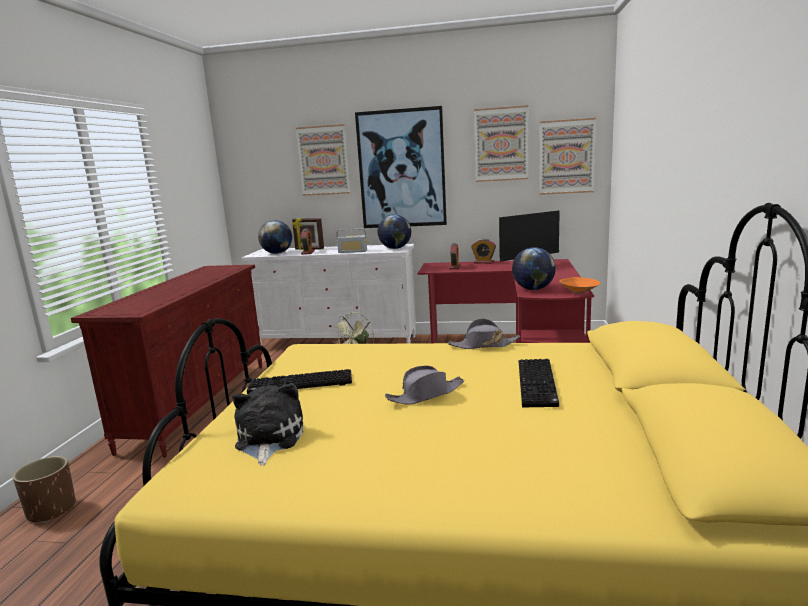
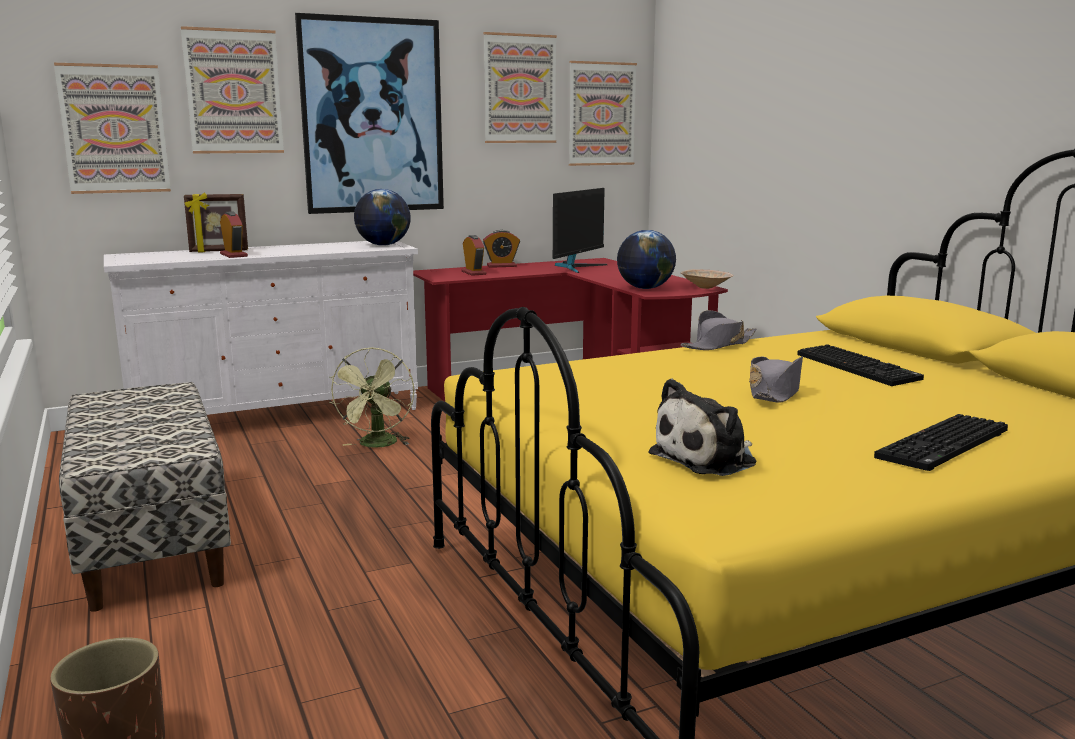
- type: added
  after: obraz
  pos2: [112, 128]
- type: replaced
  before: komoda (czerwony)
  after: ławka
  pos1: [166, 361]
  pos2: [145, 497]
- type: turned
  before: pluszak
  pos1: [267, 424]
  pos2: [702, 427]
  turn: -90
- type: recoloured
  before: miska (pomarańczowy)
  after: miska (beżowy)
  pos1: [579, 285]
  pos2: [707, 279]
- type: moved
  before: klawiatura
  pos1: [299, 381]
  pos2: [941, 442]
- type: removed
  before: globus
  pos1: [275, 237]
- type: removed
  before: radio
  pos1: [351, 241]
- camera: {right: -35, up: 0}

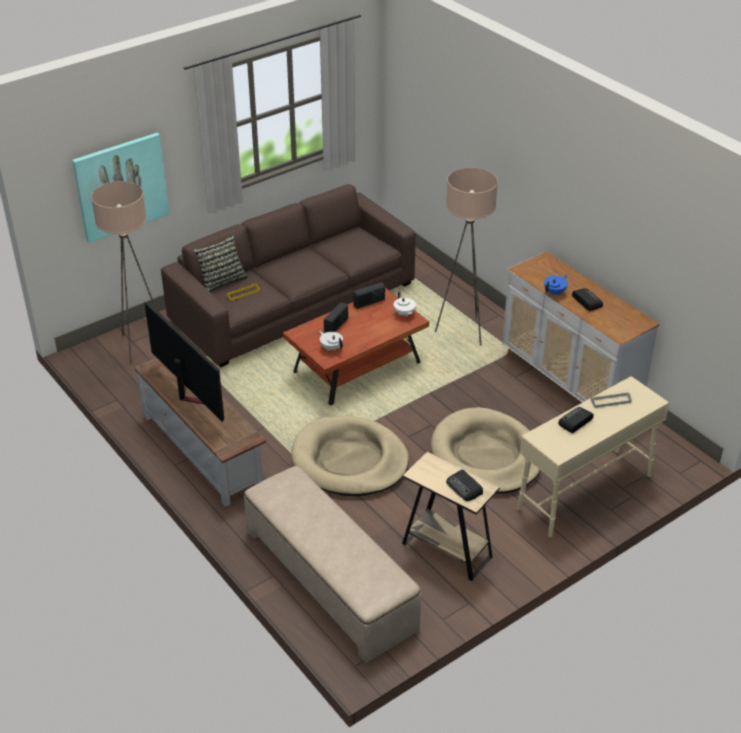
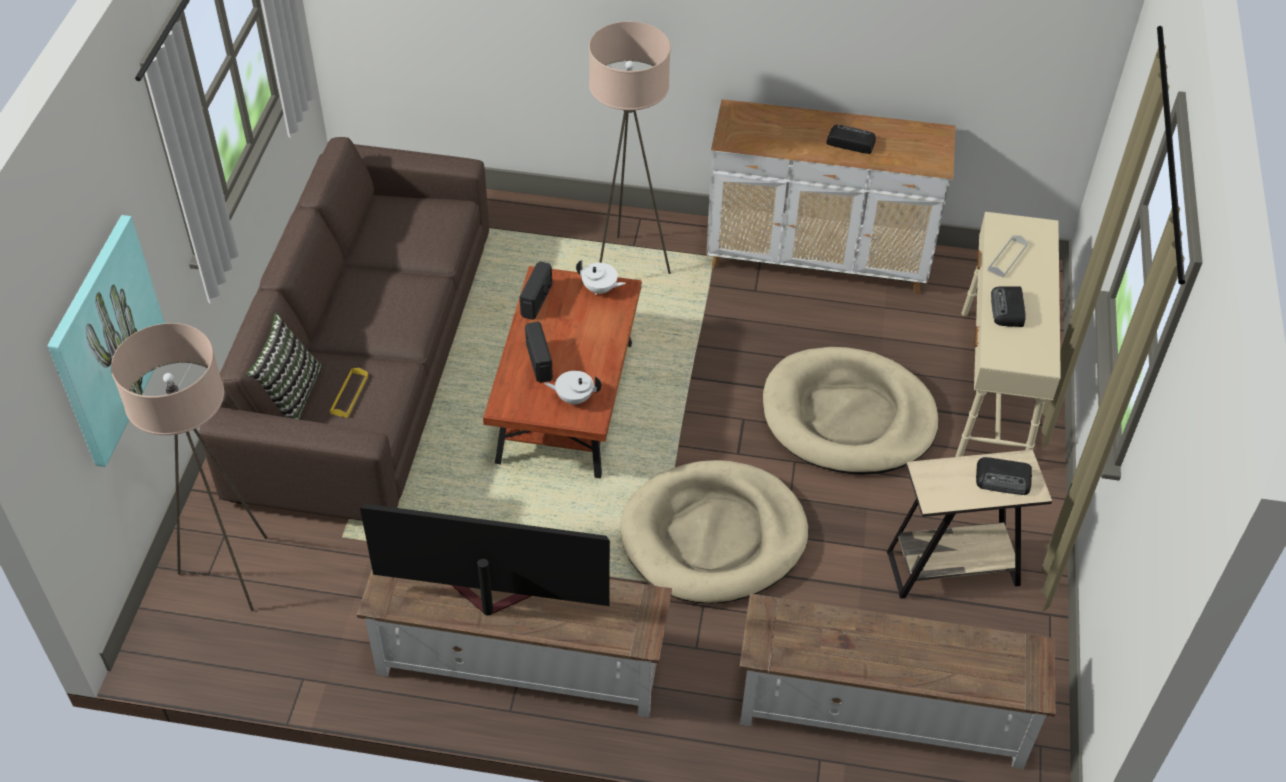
- type: replaced
  before: ławka (beżowy)
  after: szafka pod telewizor (brązowy)
  pos1: [332, 564]
  pos2: [897, 681]
- type: removed
  before: imbryk (niebieski)
  pos1: [556, 285]
- camera: {right: -45, up: 10}

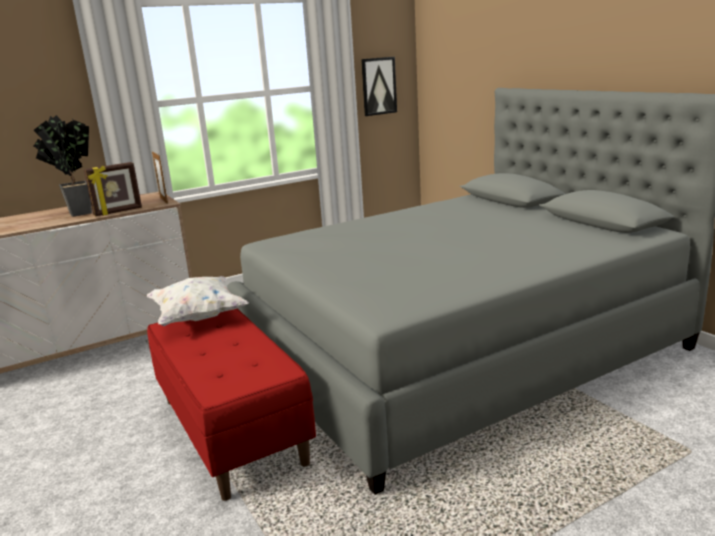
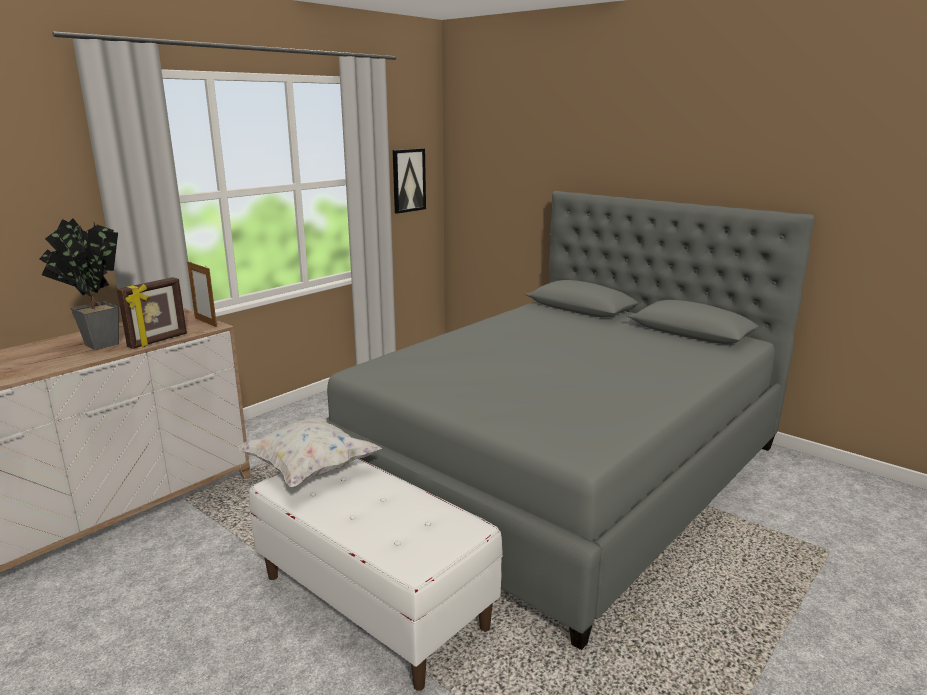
- type: recoloured
  before: ławka (czerwony)
  after: ławka (biały)
  pos1: [231, 404]
  pos2: [376, 574]
- camera: {right: -20, up: 0}

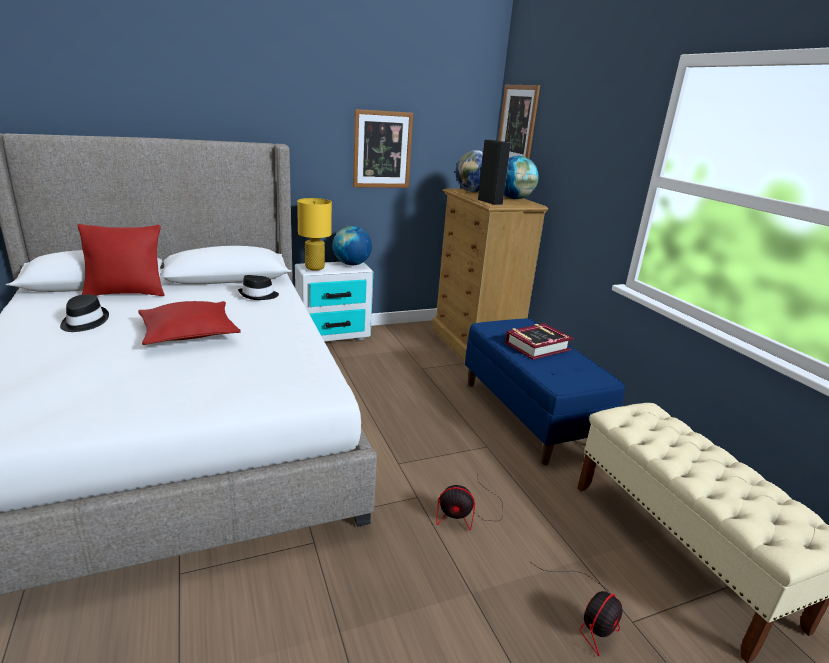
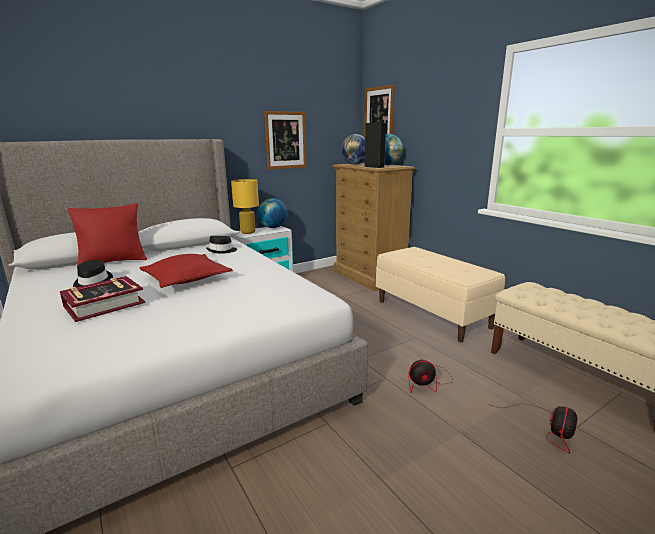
- type: moved
  before: książka
  pos1: [539, 341]
  pos2: [102, 299]
- type: recoloured
  before: ławka (niebieski)
  after: ławka (beżowy)
  pos1: [545, 391]
  pos2: [440, 294]
- camera: {right: -10, up: -5}

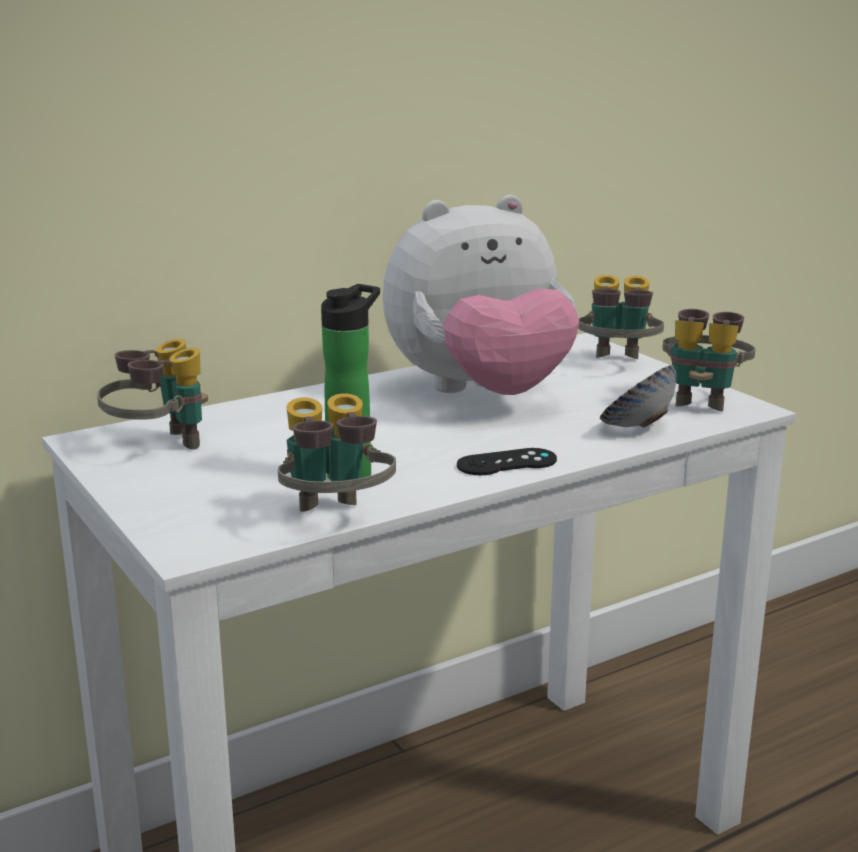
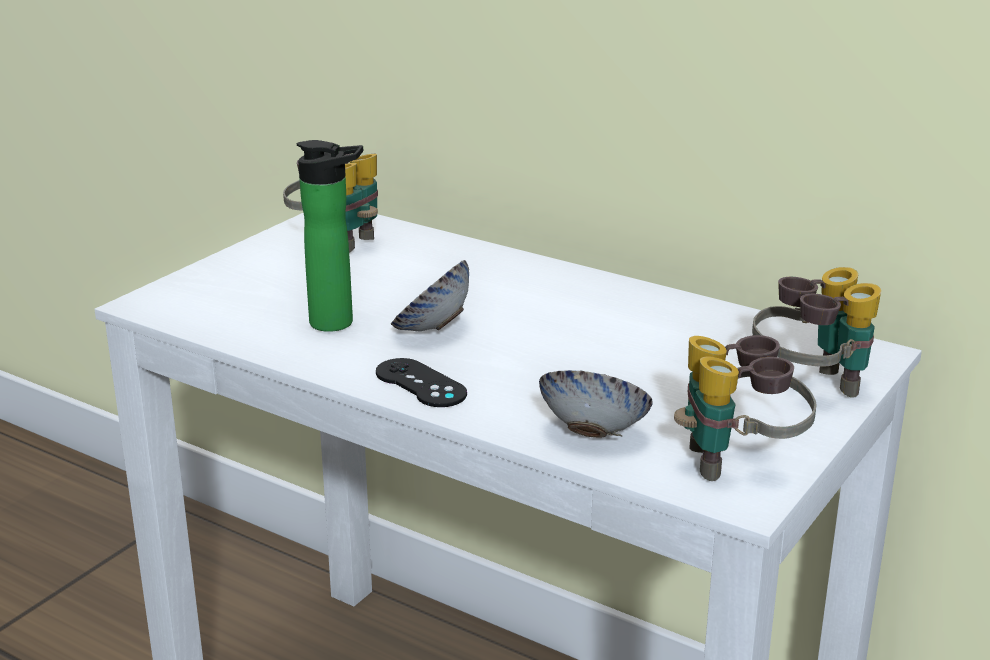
- type: added
  after: miska
  pos2: [430, 295]
- type: removed
  before: lornetka
  pos1: [337, 452]
- type: removed
  before: pluszak
  pos1: [481, 295]
- camera: {right: 65, up: 5}

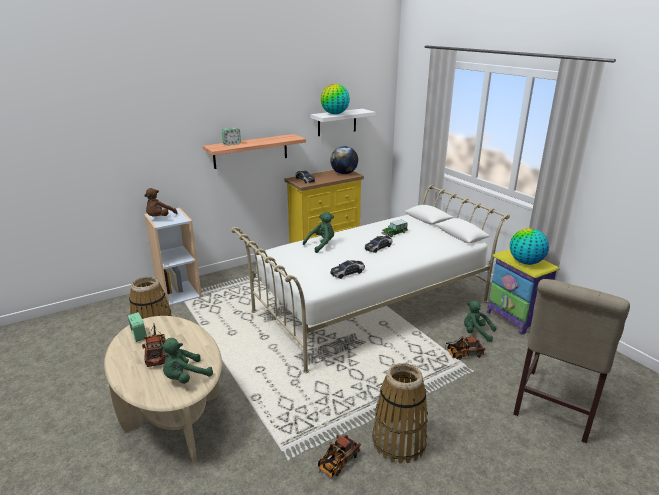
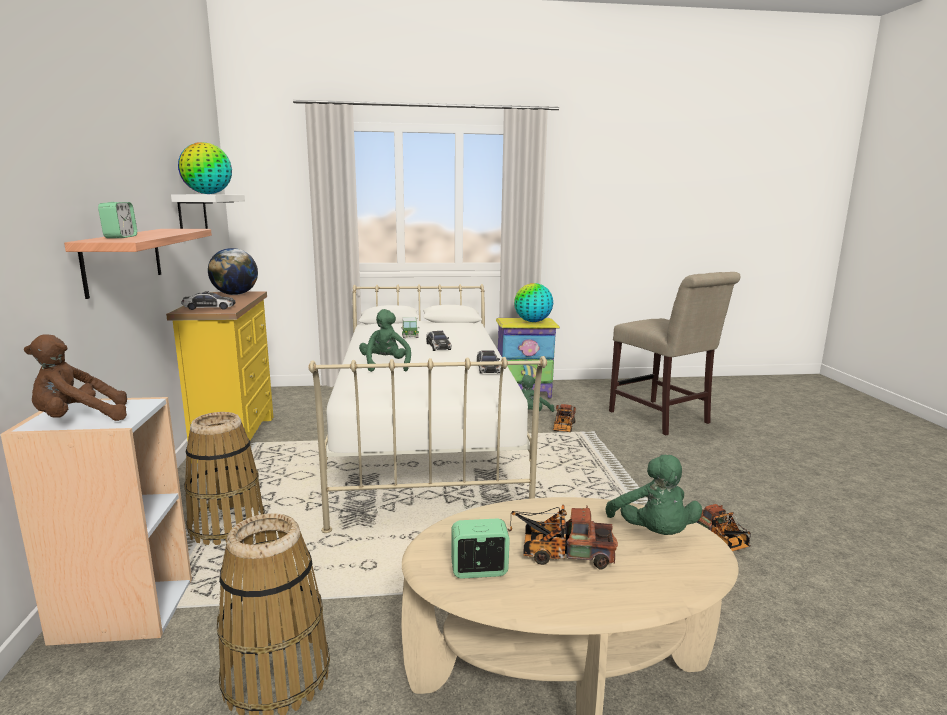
- type: turned
  before: pluszak (brązowy)
  pos1: [160, 202]
  pos2: [75, 377]
  turn: 105
- type: moved
  before: koszyk
  pos1: [400, 413]
  pos2: [224, 478]
- camera: {right: -65, up: -10}

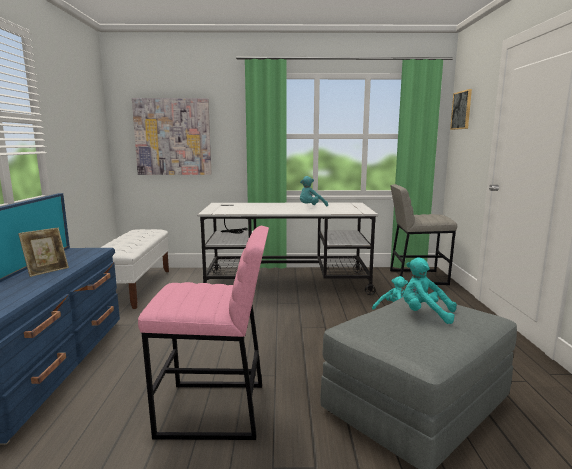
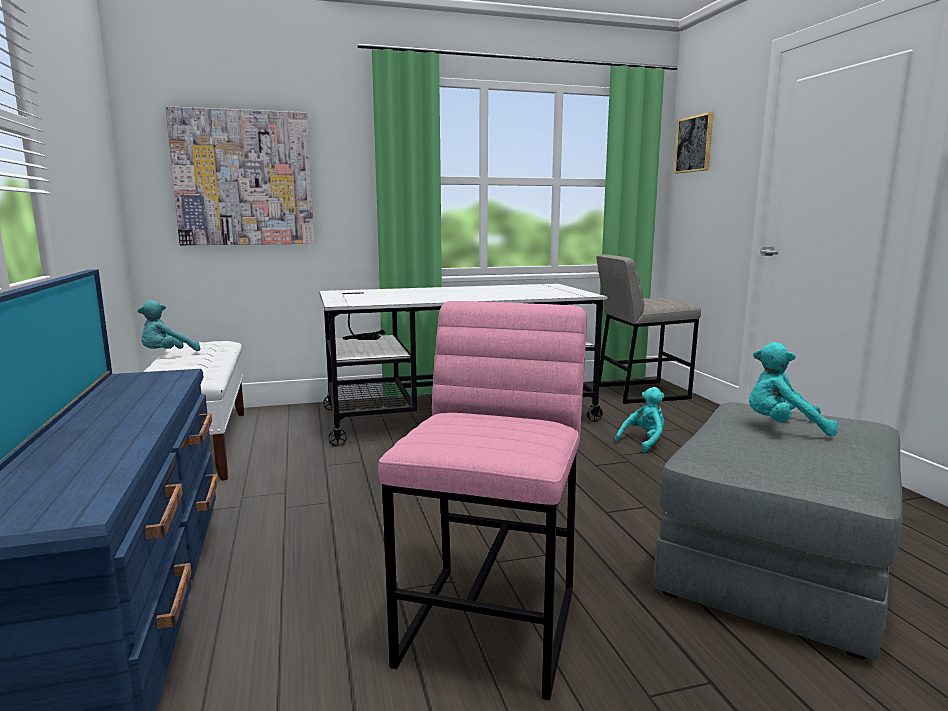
- type: moved
  before: pluszak (turkusowy)
  pos1: [314, 191]
  pos2: [169, 325]
- type: turned
  before: krzesło (różowy)
  pos1: [203, 333]
  pos2: [482, 500]
  turn: -60
- type: removed
  before: ramka na zdjęcie
  pos1: [43, 252]
- camera: {right: -15, up: 0}

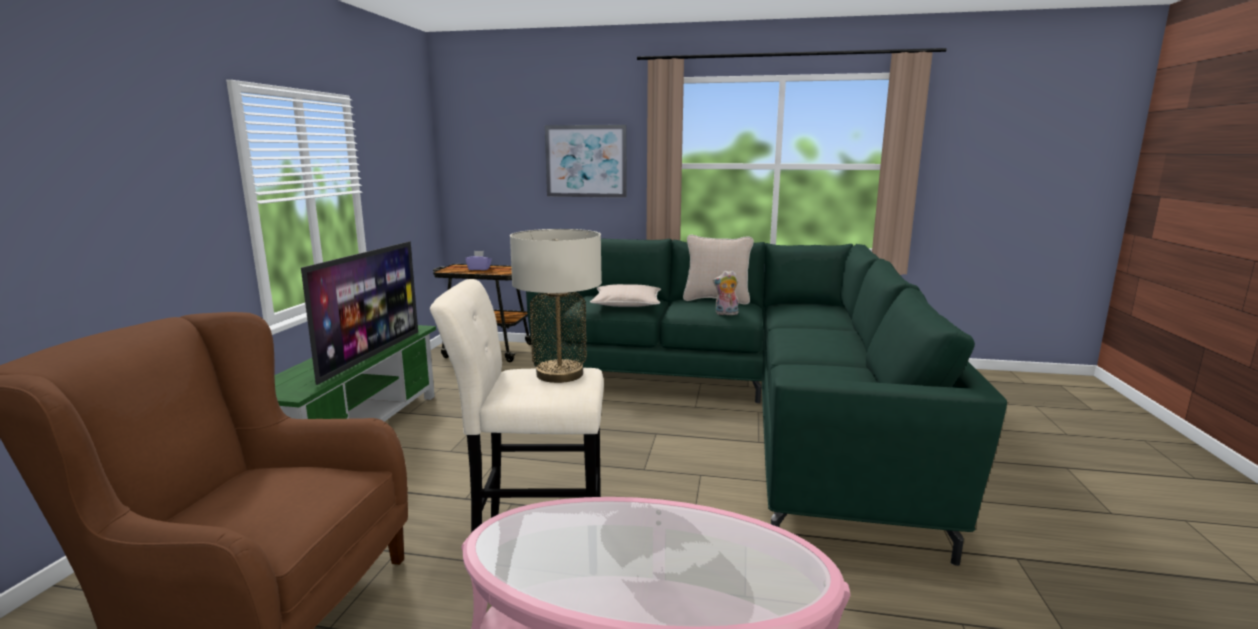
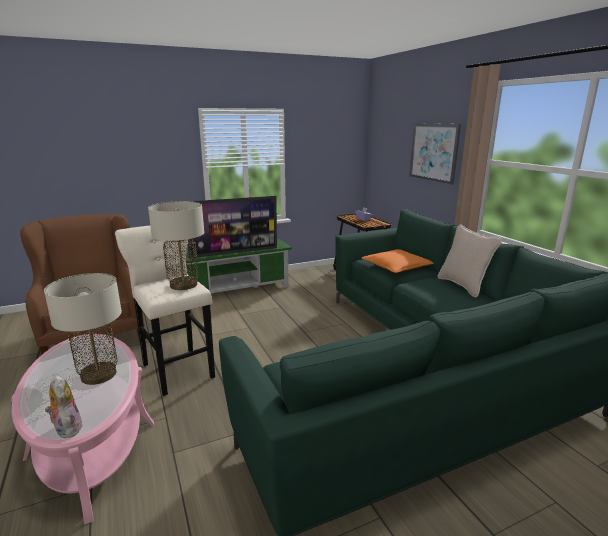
- type: added
  after: lampa stołowa
  pos2: [83, 329]
- type: moved
  before: pluszak
  pos1: [726, 292]
  pos2: [63, 406]
- type: recoloured
  before: poduszka (beżowy)
  after: poduszka (pomarańczowy)
  pos1: [625, 295]
  pos2: [398, 261]
- camera: {right: 55, up: 5}

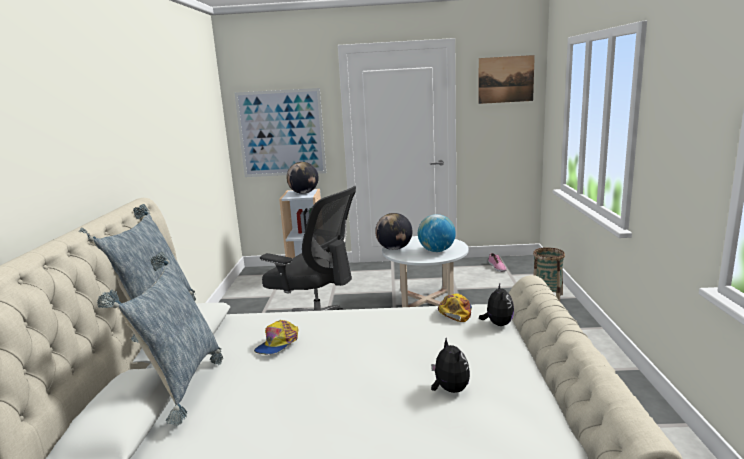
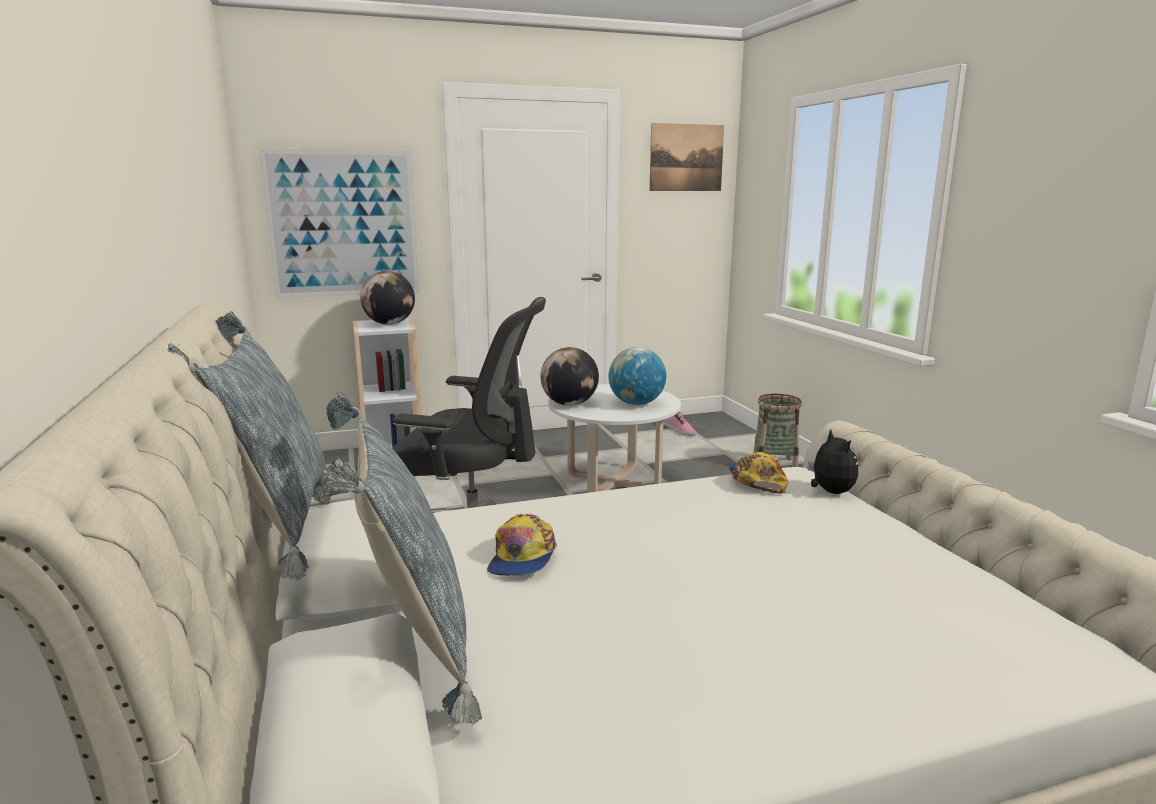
- type: removed
  before: pluszak
  pos1: [450, 365]
- camera: {right: -20, up: 0}

